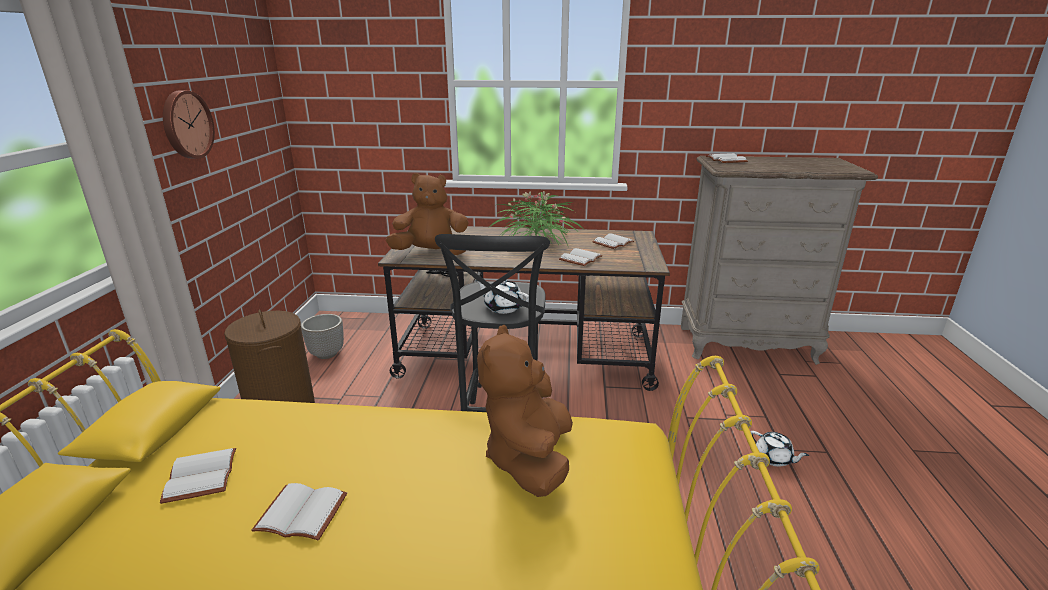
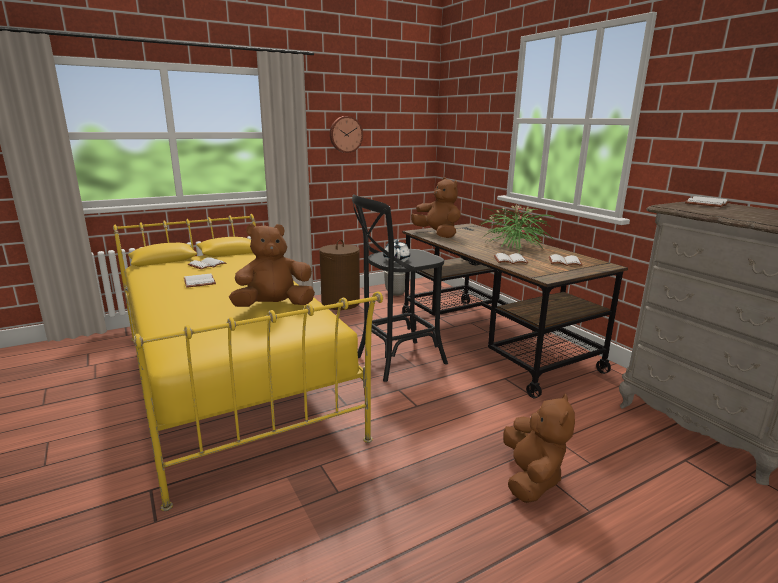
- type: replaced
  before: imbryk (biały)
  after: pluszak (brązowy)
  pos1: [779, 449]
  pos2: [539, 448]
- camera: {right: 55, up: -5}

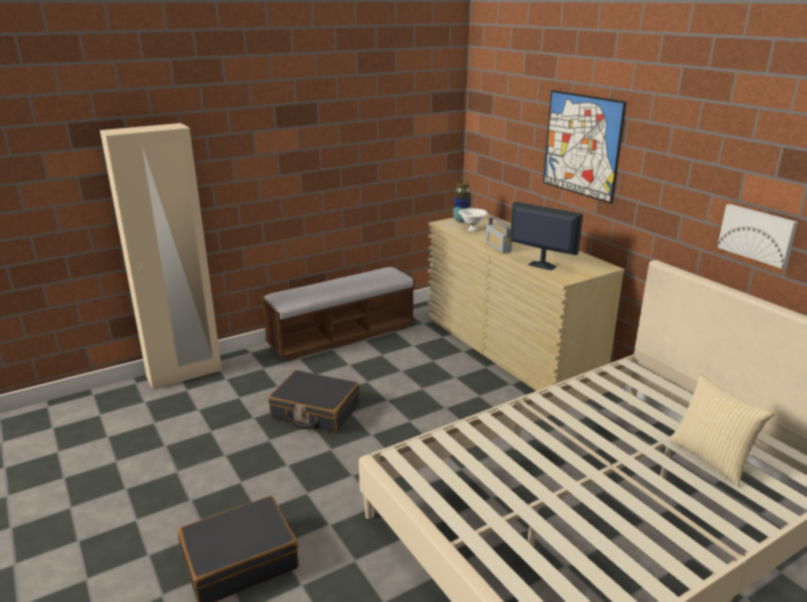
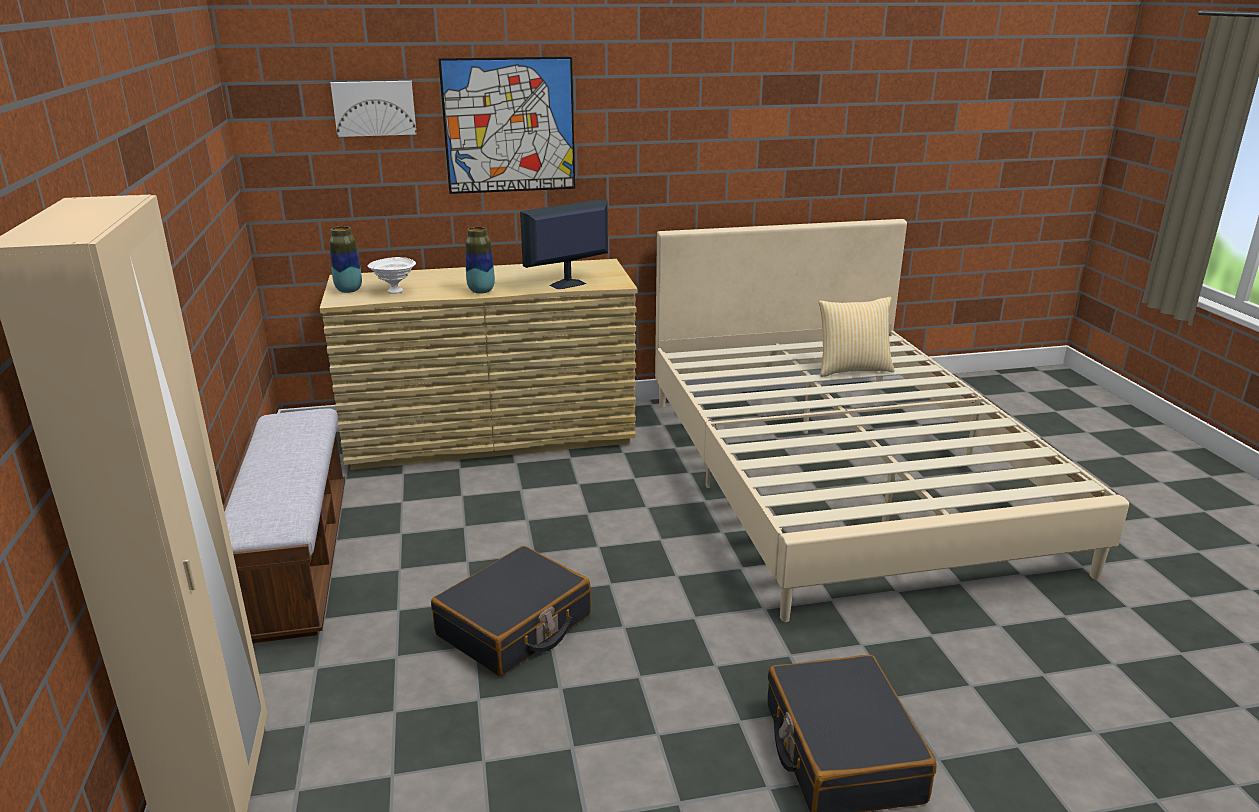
- type: moved
  before: obraz
  pos1: [757, 236]
  pos2: [373, 109]
- type: replaced
  before: radio
  after: wazon
  pos1: [498, 235]
  pos2: [480, 260]
- camera: {right: -70, up: 0}

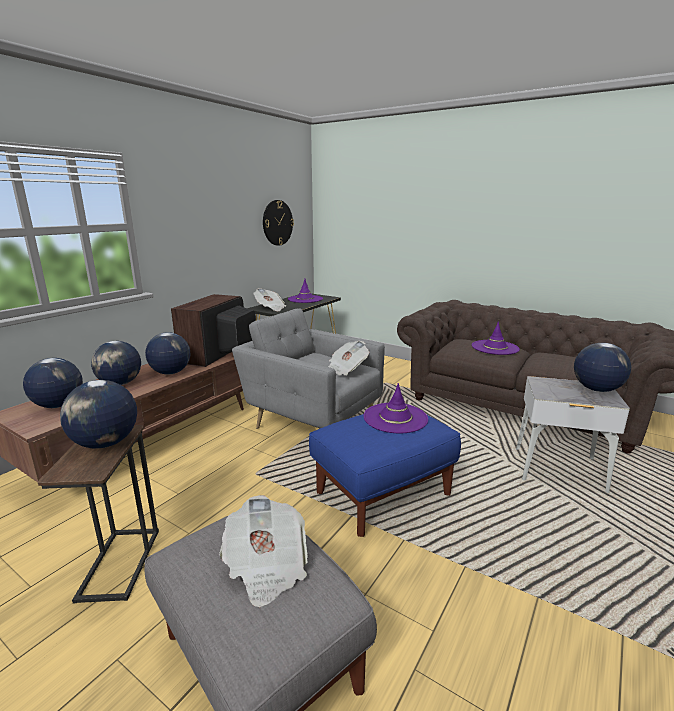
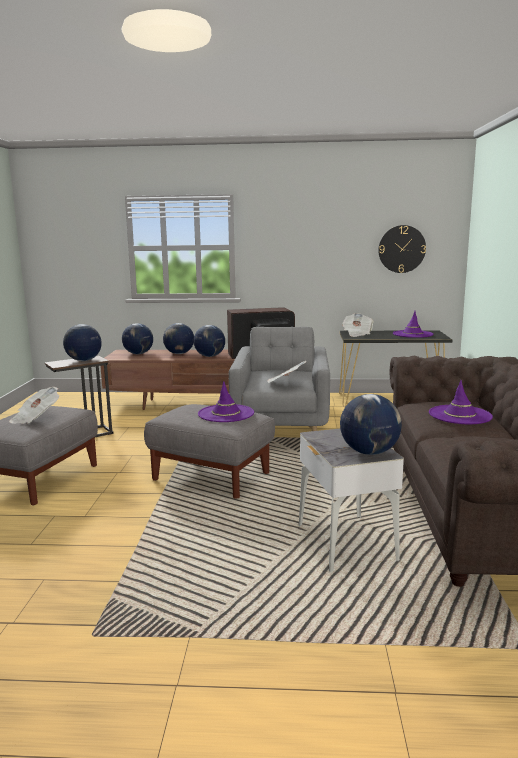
- type: recoloured
  before: pufa (niebieski)
  after: pufa (szary)
  pos1: [385, 475]
  pos2: [209, 451]
- camera: {right: 60, up: -5}

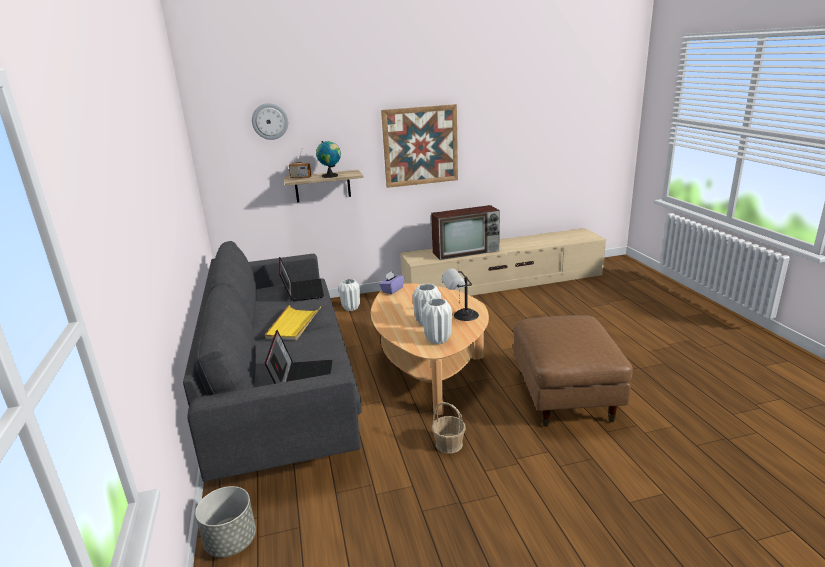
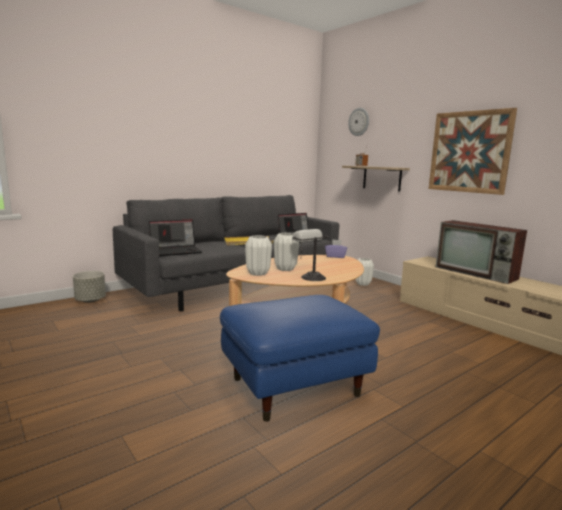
- type: recoloured
  before: pufa (brązowy)
  after: pufa (niebieski)
  pos1: [573, 371]
  pos2: [300, 358]
- type: removed
  before: globus
  pos1: [328, 159]
- type: removed
  before: koszyk
  pos1: [449, 428]
- camera: {right: 65, up: -10}

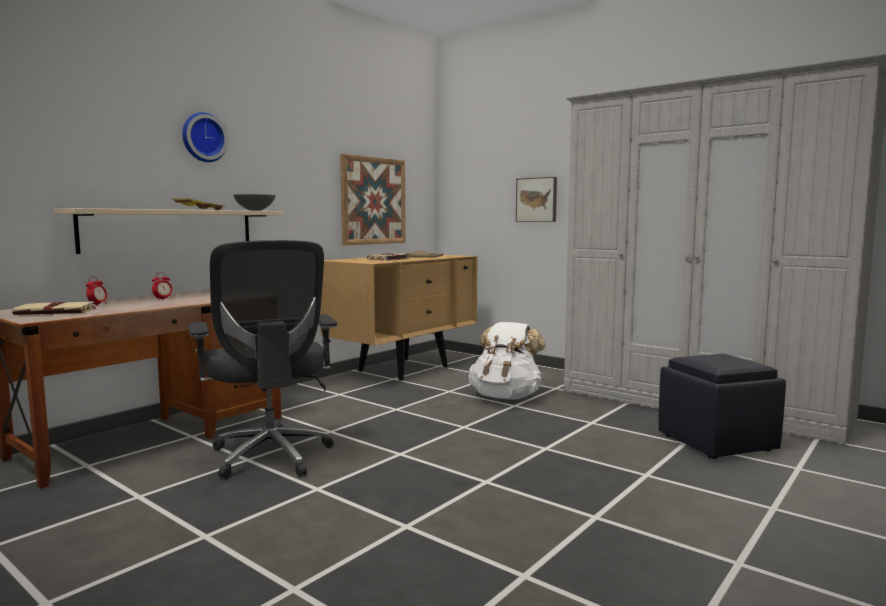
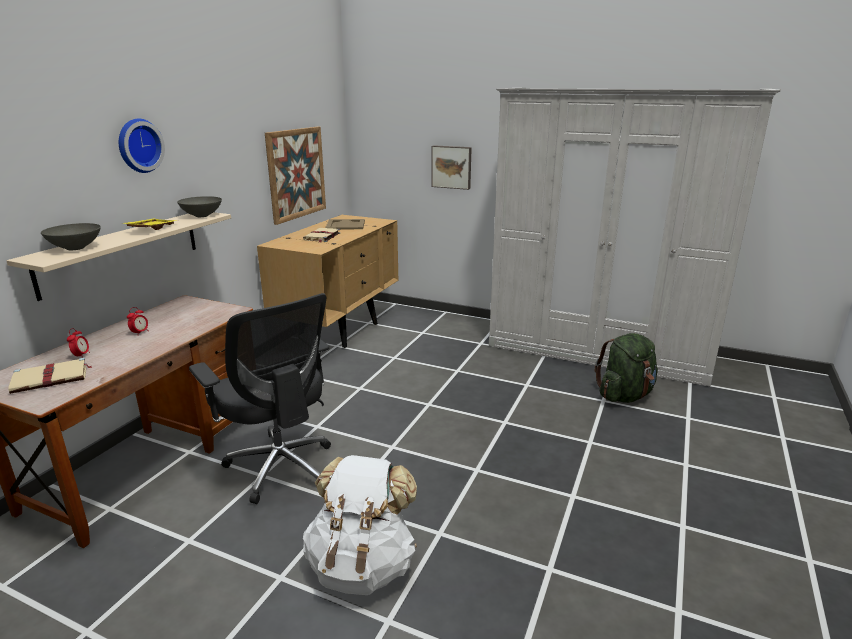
- type: added
  after: miska (szary)
  pos2: [71, 236]
- type: moved
  before: plecak (biały)
  pos1: [507, 360]
  pos2: [360, 525]
- type: replaced
  before: pufa (czarny)
  after: plecak (zielony)
  pos1: [722, 406]
  pos2: [626, 368]
- camera: {right: -15, up: 15}

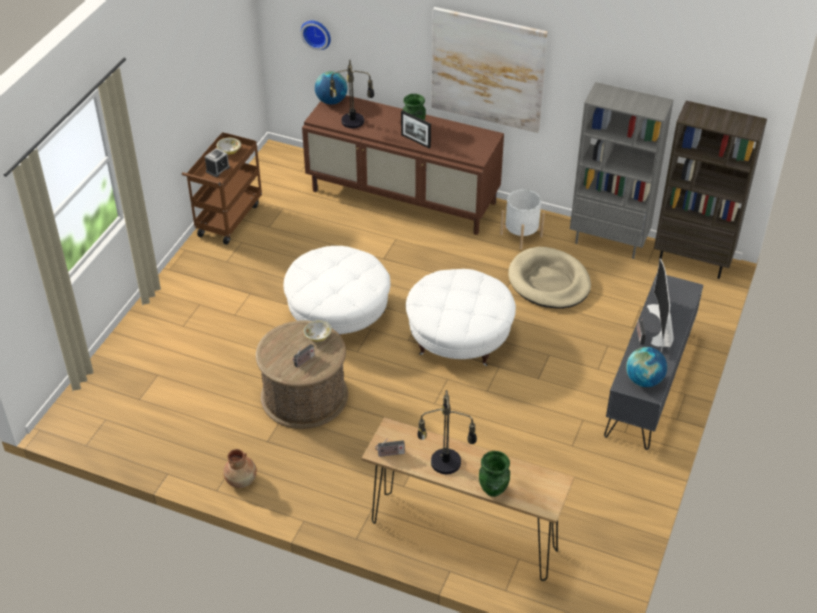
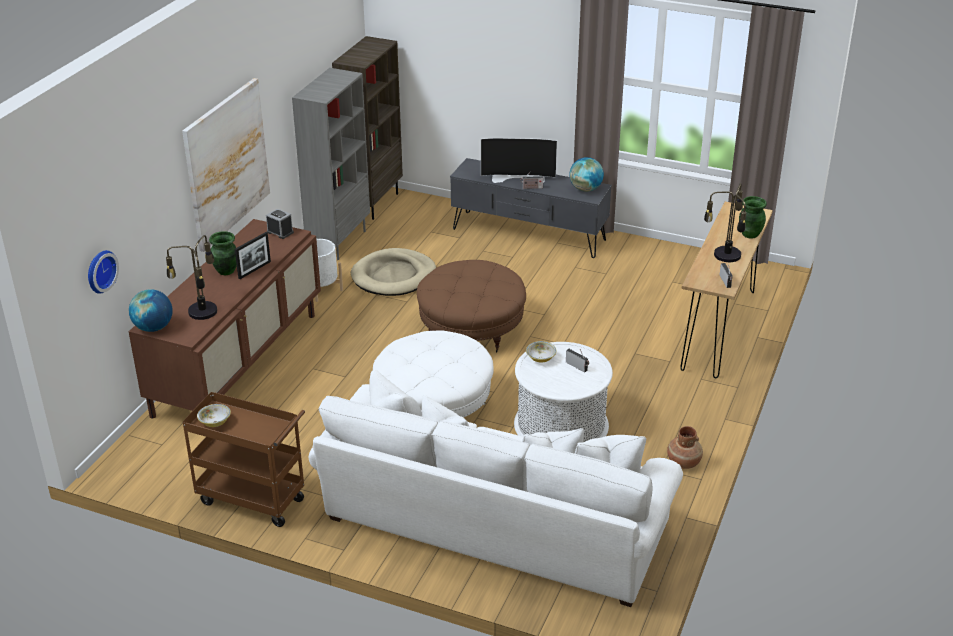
- type: moved
  before: budzik
  pos1: [217, 162]
  pos2: [280, 224]
- type: added
  after: kanapa (biały)
  pos2: [496, 488]
- type: recoloured
  before: pufa (biały)
  after: pufa (brązowy)
  pos1: [461, 317]
  pos2: [471, 306]
- type: recoloured
  before: ława (brązowy)
  after: ława (biały)
  pos1: [302, 374]
  pos2: [563, 392]
- camera: {right: -90, up: -10}

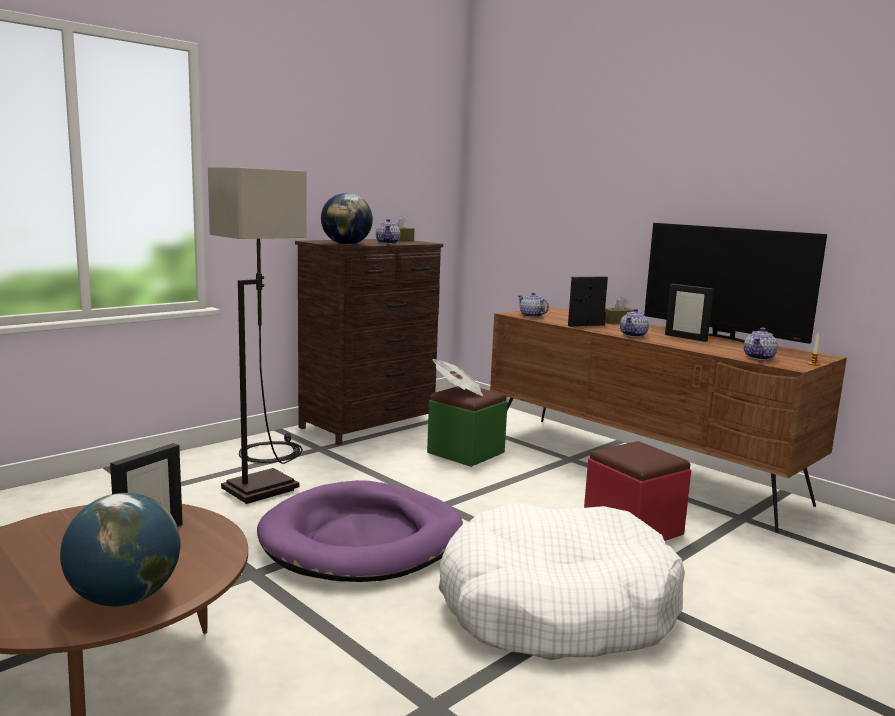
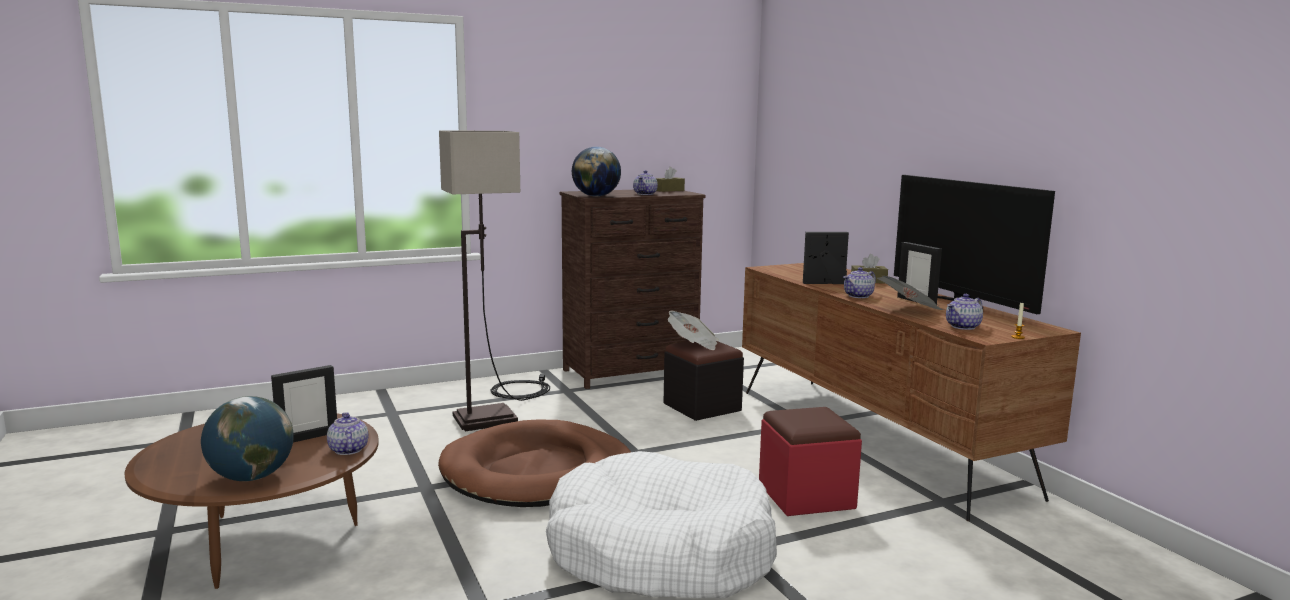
- type: moved
  before: imbryk
  pos1: [533, 305]
  pos2: [347, 433]
- type: recoloured
  before: legowisko (fioletowy)
  after: legowisko (brązowy)
  pos1: [360, 531]
  pos2: [534, 463]
- type: recoloured
  before: pufa (zielony)
  after: pufa (czarny)
  pos1: [467, 426]
  pos2: [703, 381]
- type: added
  after: gazeta
  pos2: [910, 293]
- camera: {right: 20, up: 0}

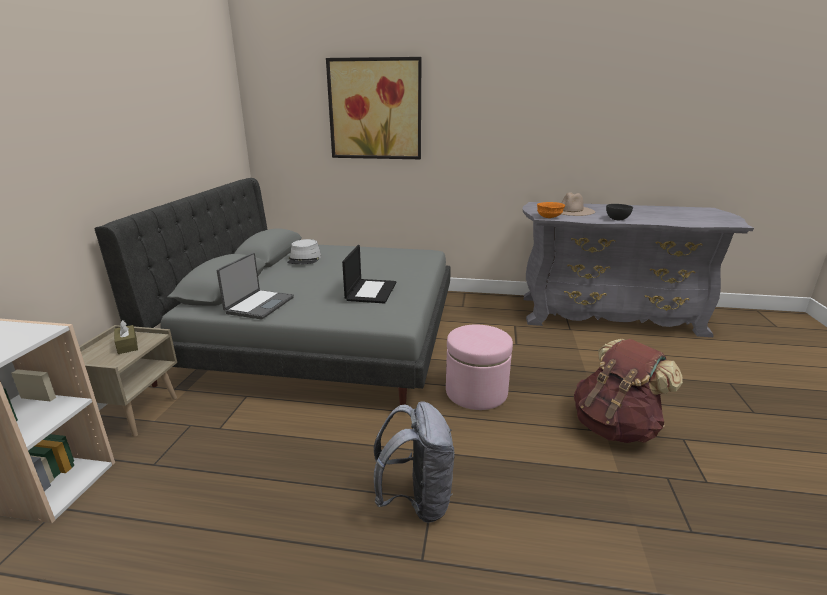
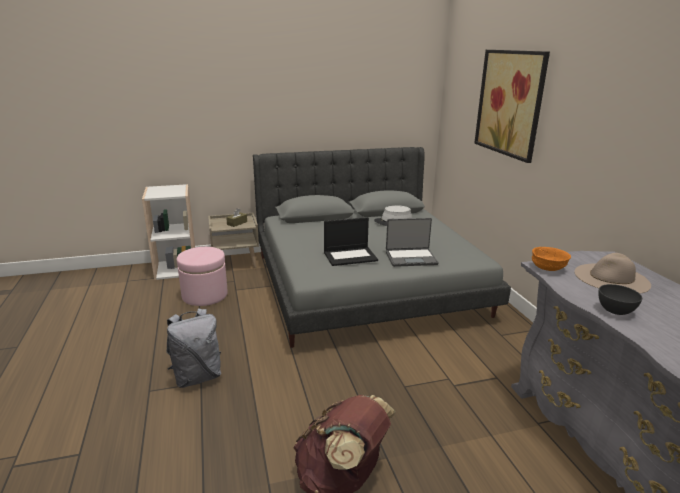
- type: moved
  before: pufa (różowy)
  pos1: [479, 367]
  pos2: [202, 276]
- type: moved
  before: laptop
  pos1: [255, 286]
  pos2: [412, 242]
- camera: {right: 65, up: 0}

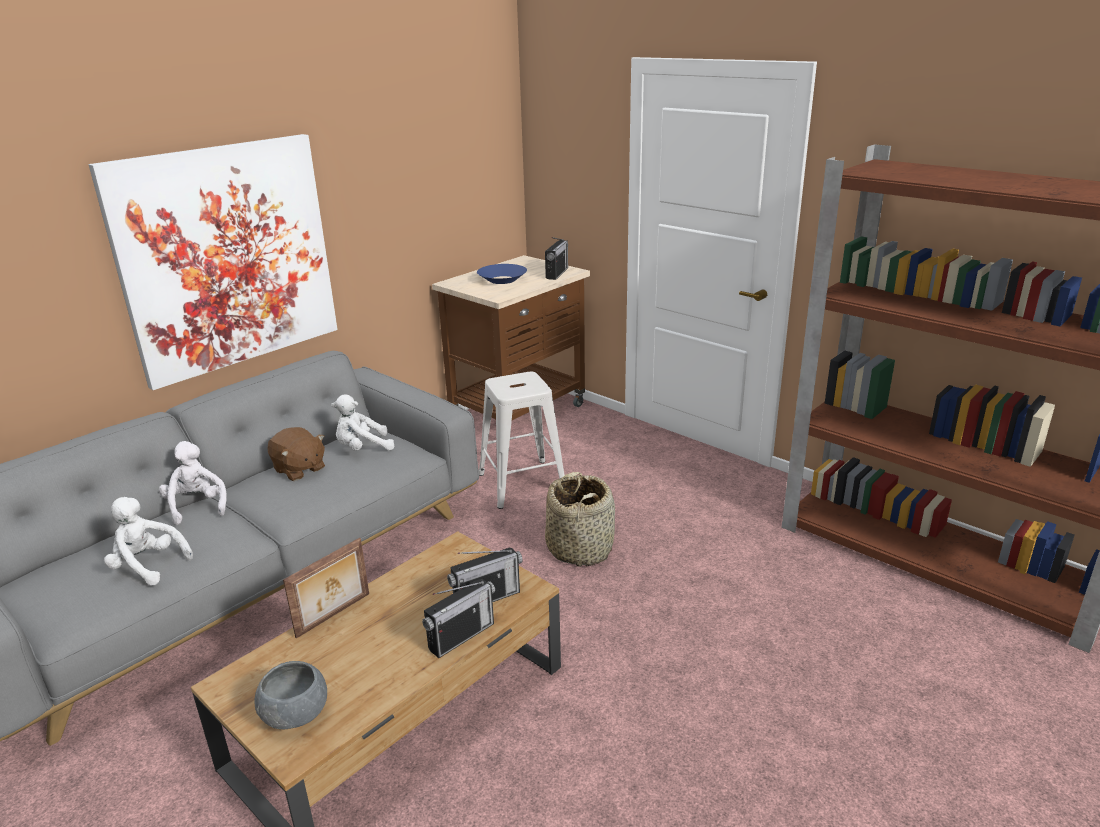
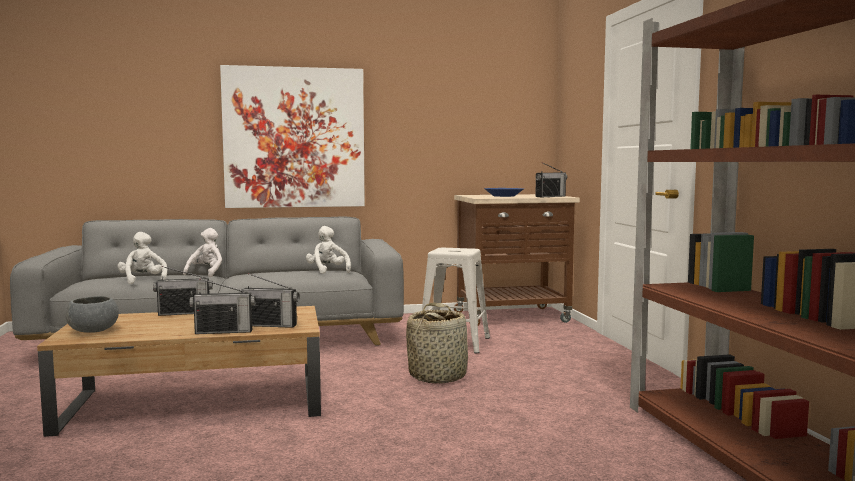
- type: replaced
  before: ramka na zdjęcie
  after: radio
  pos1: [326, 588]
  pos2: [183, 291]
- type: turned
  before: pluszak (biały)
  pos1: [363, 423]
  pos2: [328, 250]
  turn: 45
- type: removed
  before: pluszak (brązowy)
  pos1: [296, 454]
- camera: {right: 35, up: -20}

